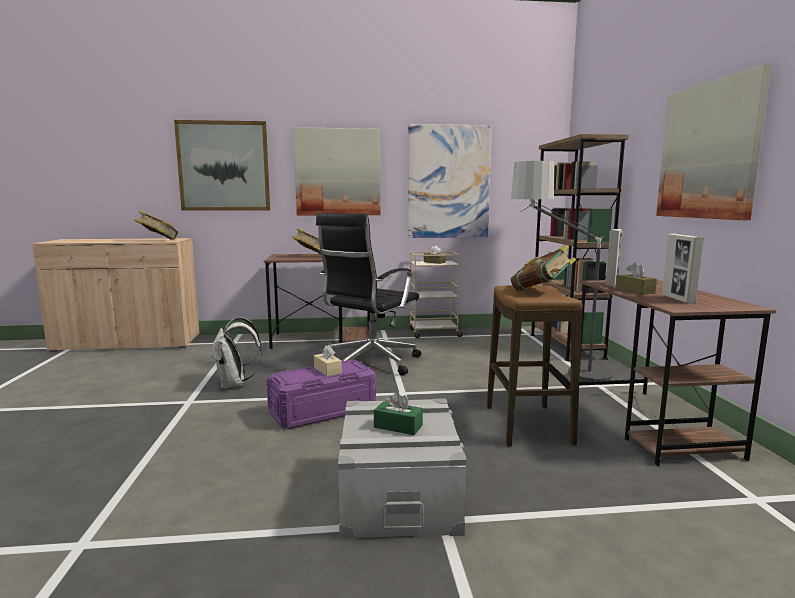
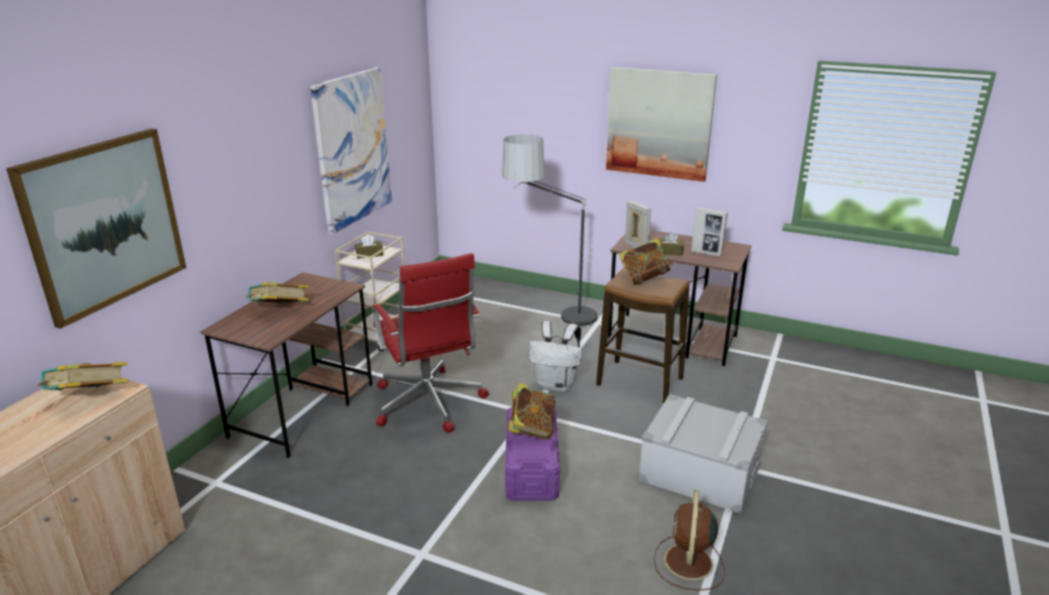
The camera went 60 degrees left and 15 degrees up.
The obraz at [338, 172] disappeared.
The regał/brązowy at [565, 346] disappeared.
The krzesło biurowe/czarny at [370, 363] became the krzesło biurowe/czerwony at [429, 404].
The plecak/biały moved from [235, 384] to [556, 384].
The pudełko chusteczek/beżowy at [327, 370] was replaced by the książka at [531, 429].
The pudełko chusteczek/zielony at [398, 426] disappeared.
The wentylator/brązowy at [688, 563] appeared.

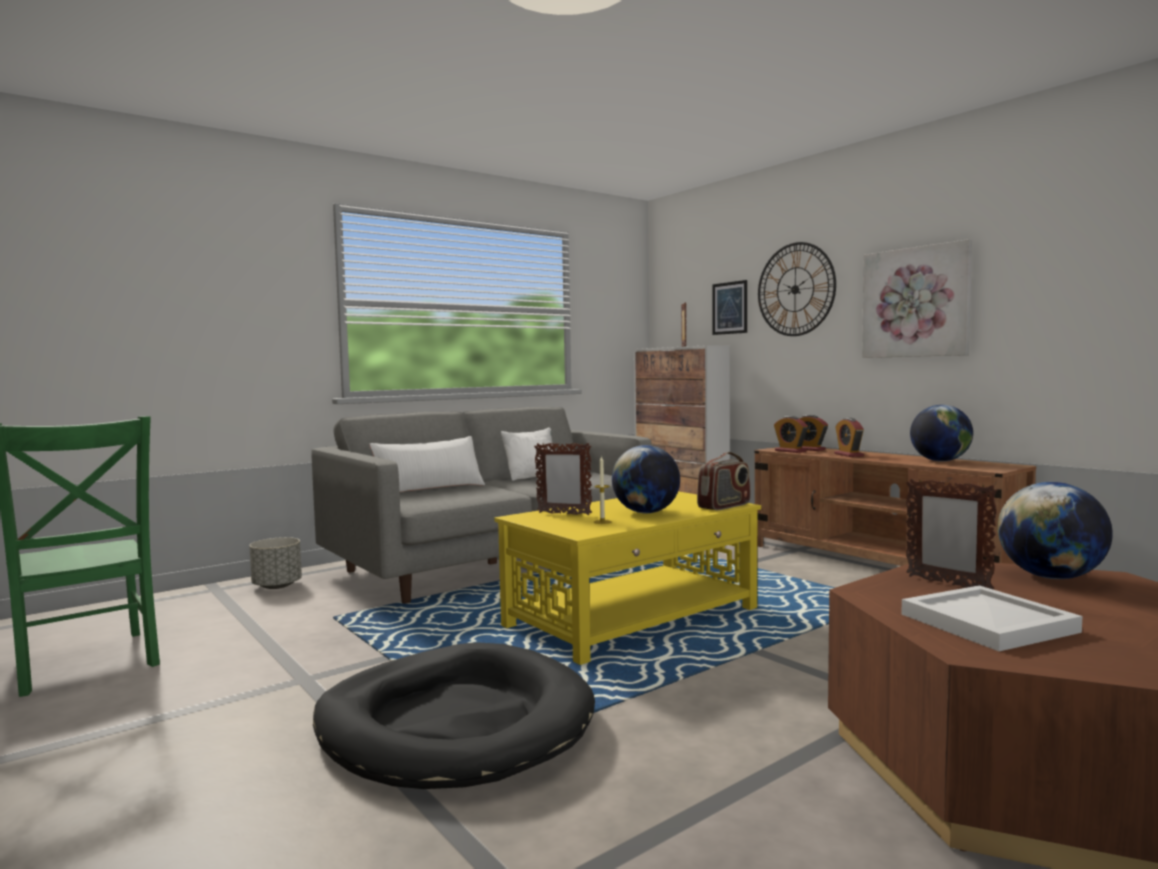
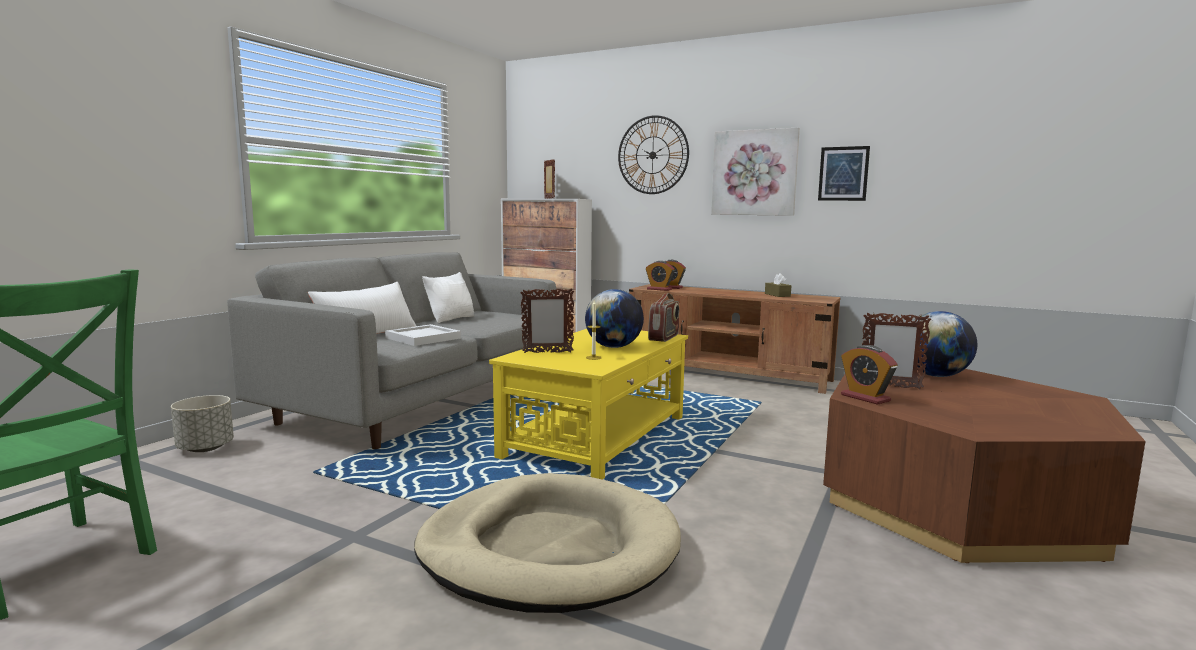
The camera went 25 degrees left and 5 degrees up.
The obraz moved from [729, 308] to [843, 173].
The globus at [940, 461] was replaced by the pudełko chusteczek/brązowy at [777, 295].
The budzik moved from [848, 455] to [865, 398].
The taca/biały moved from [988, 624] to [423, 338].
The legowisko/czarny at [454, 724] became the legowisko/beżowy at [549, 549].

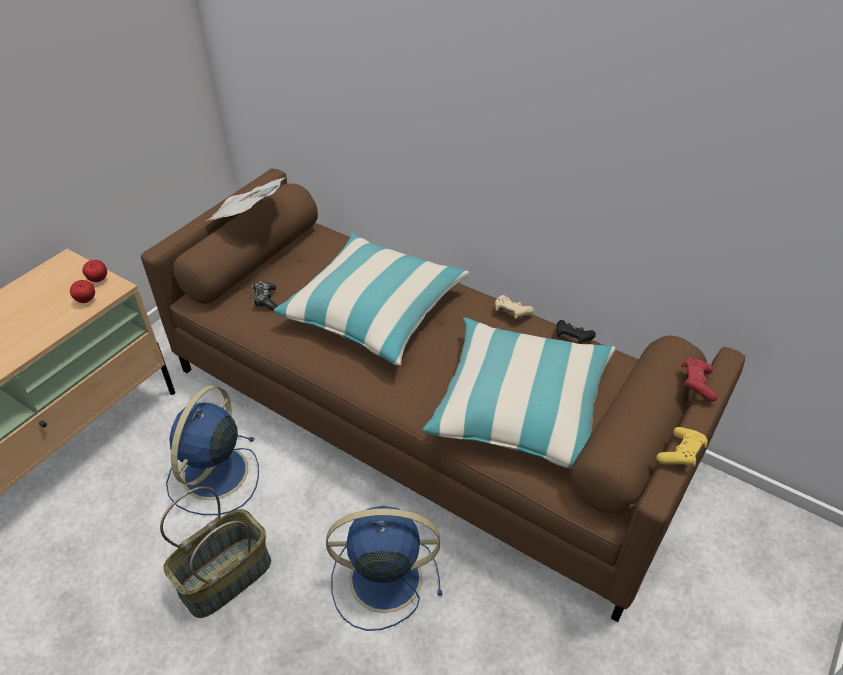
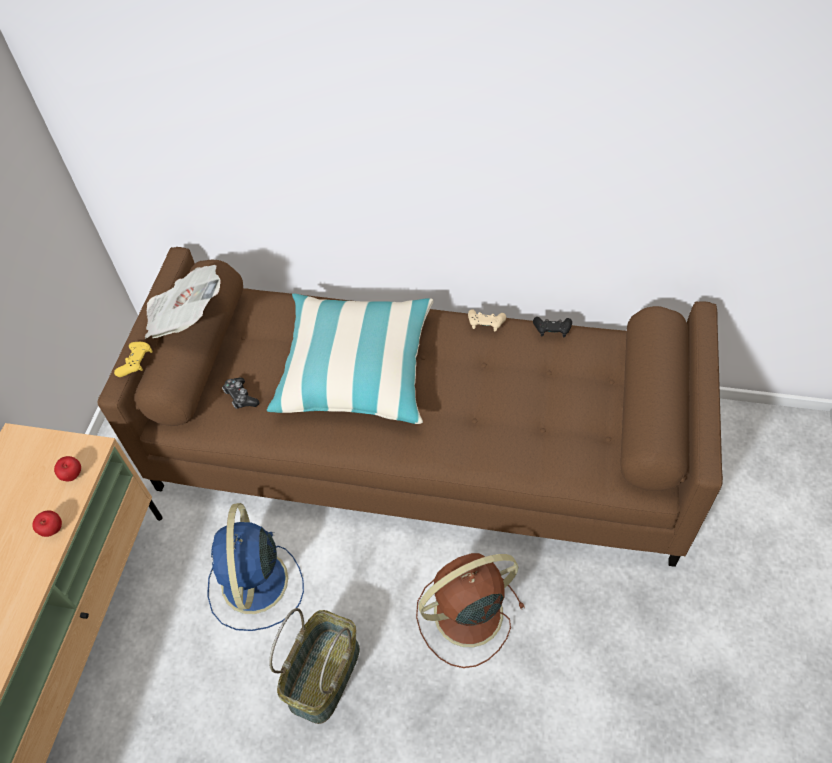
The camera went 20 degrees left and 10 degrees up.
The jabłko moved from [98, 280] to [53, 530].
The poduszka at [521, 407] disappeared.
The pad do gier/czerwony at [696, 384] disappeared.
The pad do gier/żółty moved from [680, 454] to [136, 364].
The wentylator/niebieski at [382, 578] became the wentylator/brązowy at [465, 614].

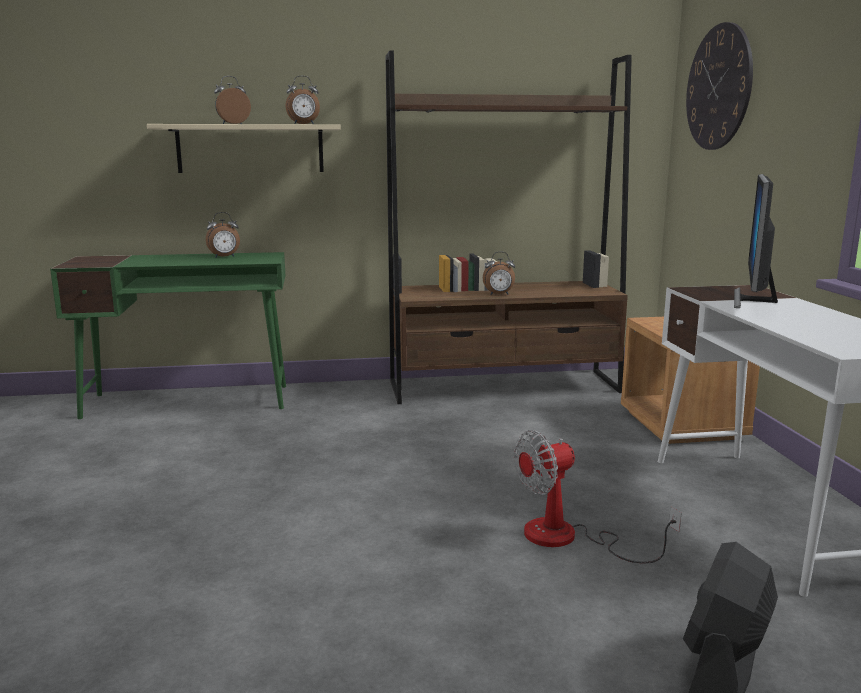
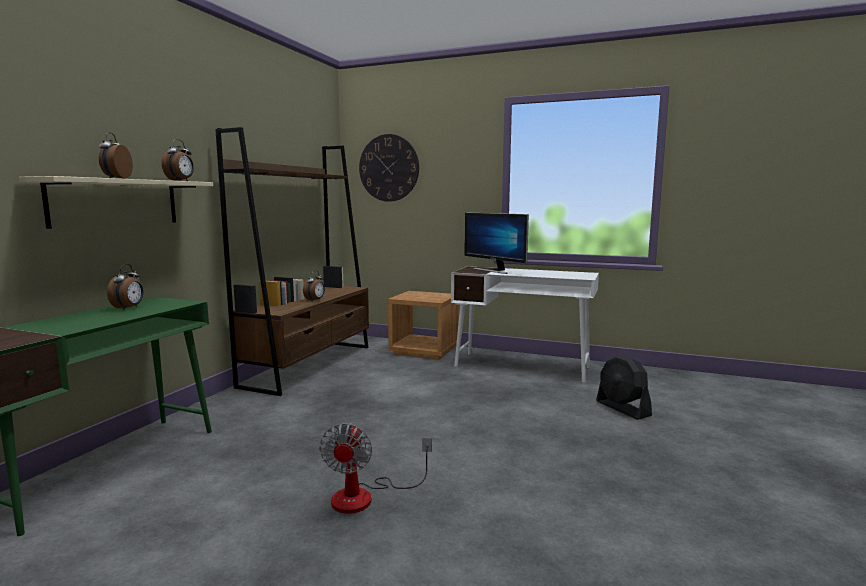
The camera went 60 degrees left and 5 degrees down.
The wentylator moved from [568, 538] to [365, 496].

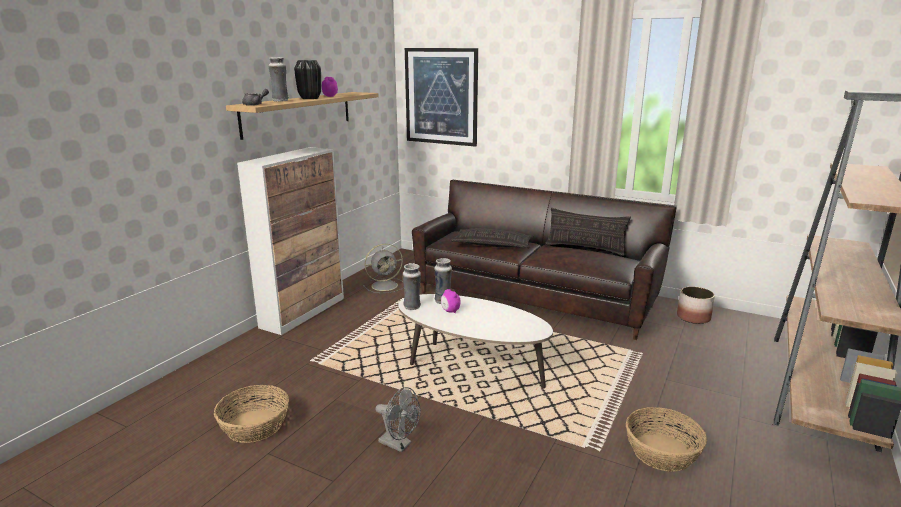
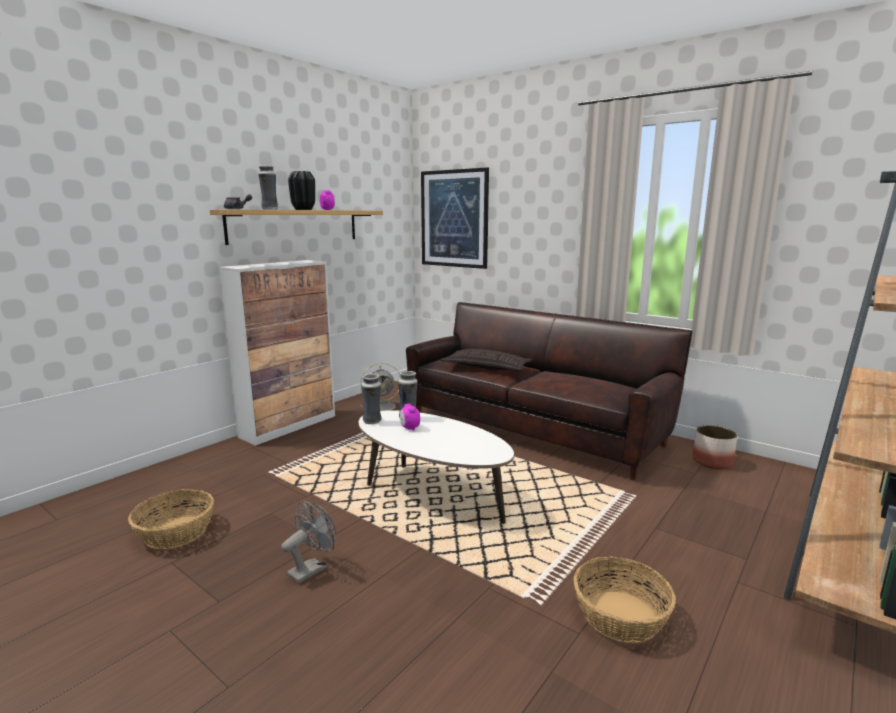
The camera went 10 degrees right and 5 degrees down.
The poduszka at [585, 248] disappeared.
The wentylator/szary at [399, 444] turned 90 degrees counterclockwise.

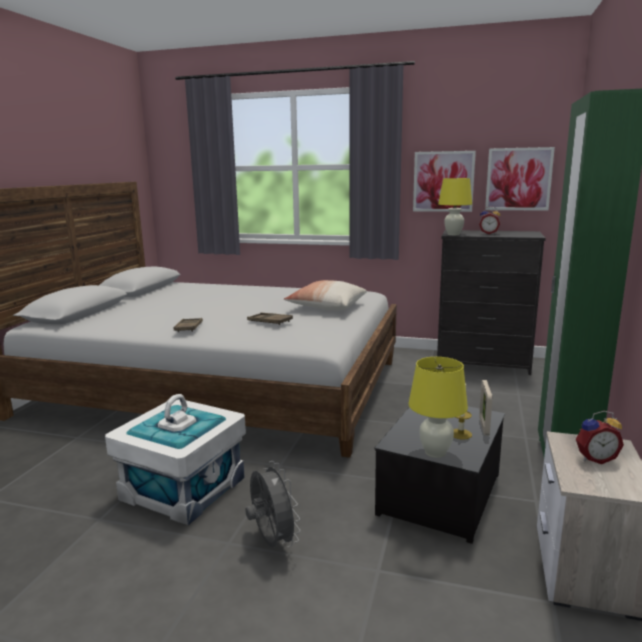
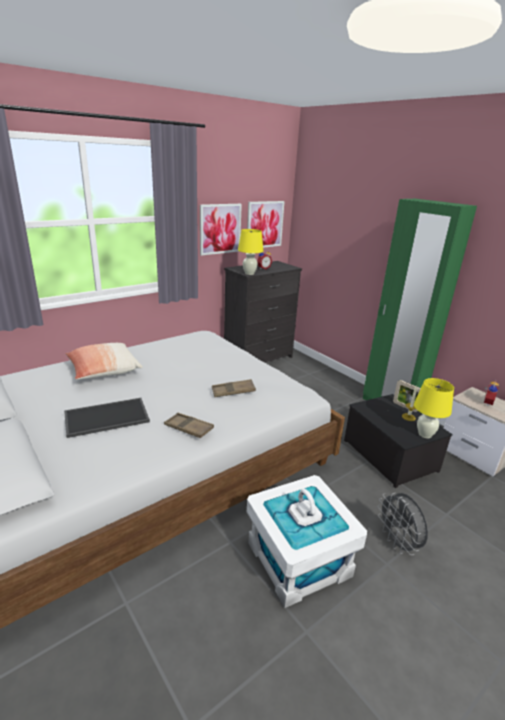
The camera went 55 degrees left and 10 degrees up.
The poduszka moved from [326, 307] to [104, 371].
The wentylator/szary at [272, 542] turned 120 degrees counterclockwise.
The taca at [106, 418] appeared.

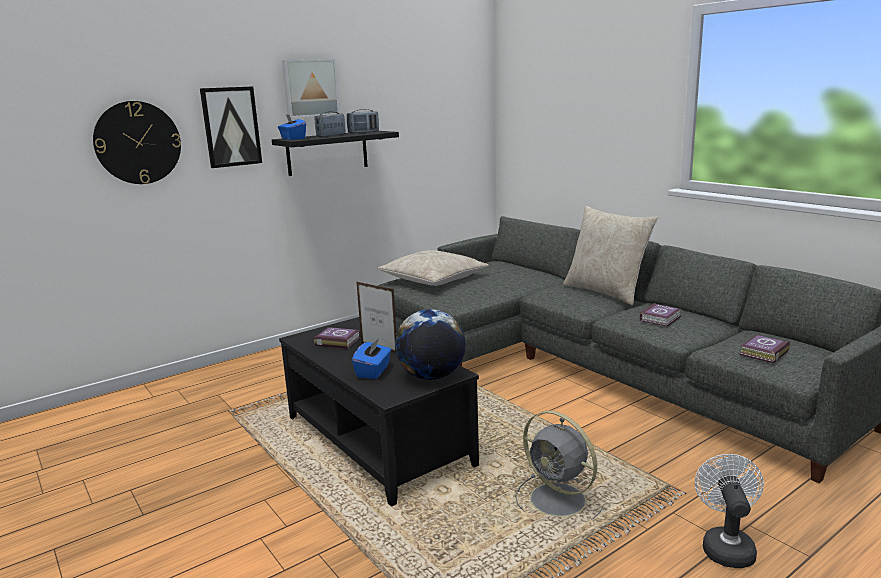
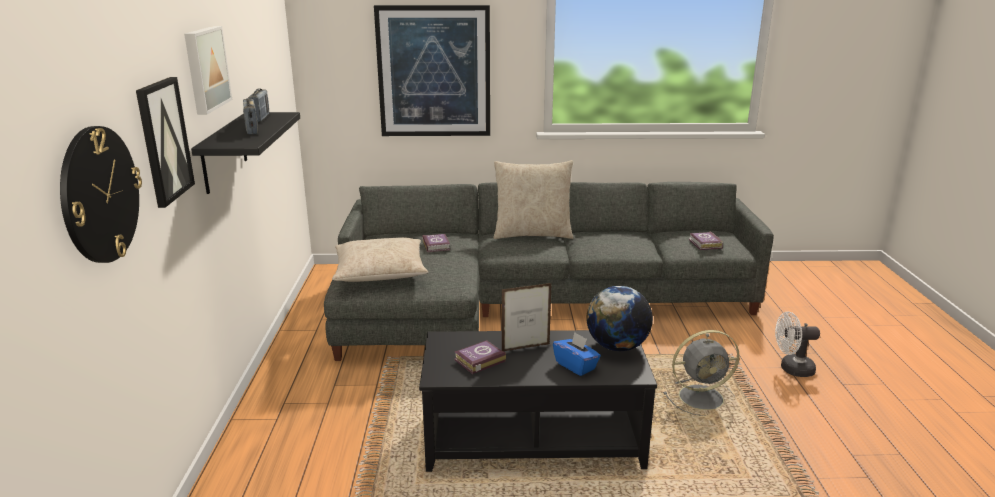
The camera went 55 degrees left and 5 degrees up.
The pudełko chusteczek/niebieski at [293, 139] disappeared.
The książka moved from [661, 318] to [436, 245].
The wentylator/biały at [726, 546] turned 45 degrees counterclockwise.
The obraz at [434, 72] appeared.

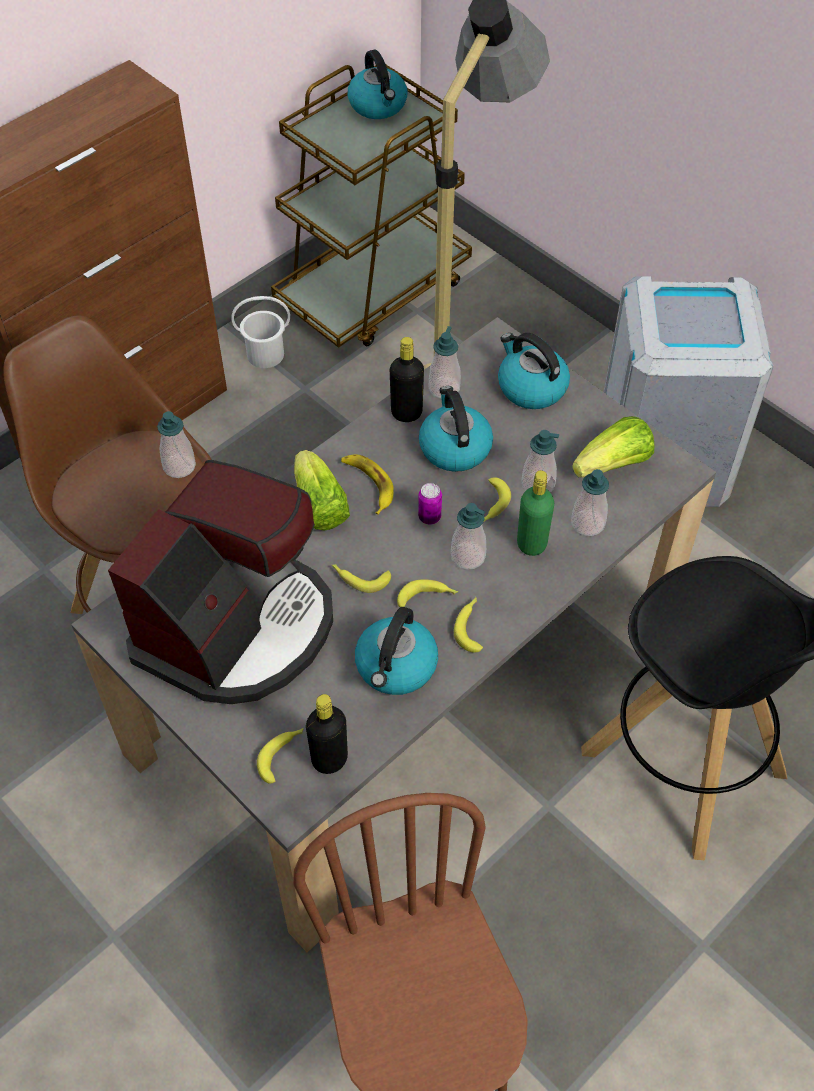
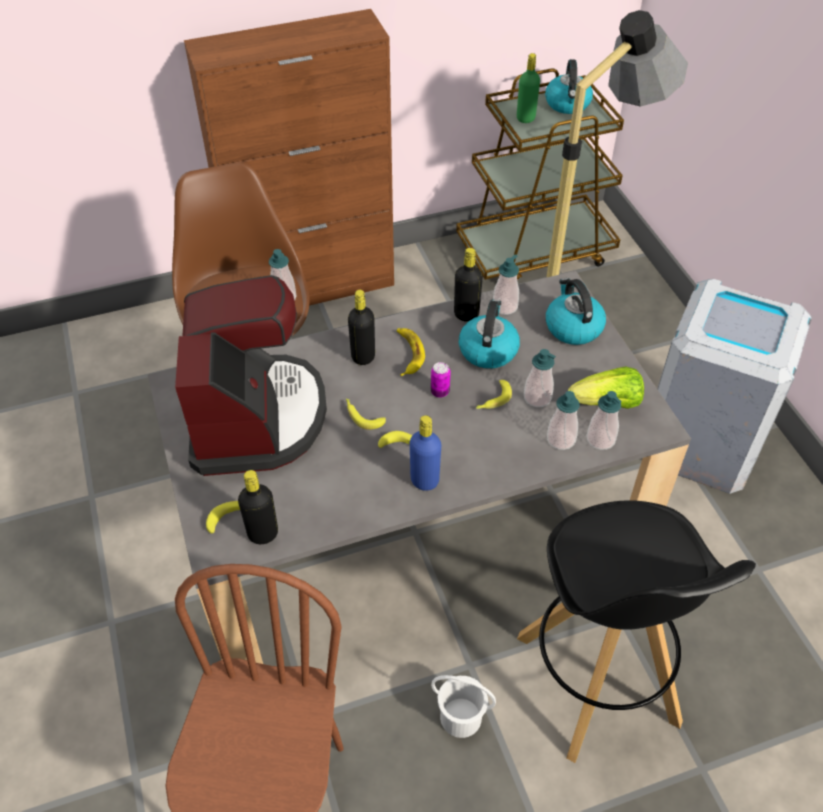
The camera went 25 degrees right and 5 degrees down.
The wiadro/biały moved from [266, 355] to [461, 718].
The sałata at [319, 506] was replaced by the butelka/czarny at [363, 356].
The ekspres do kawy at [238, 627] turned 60 degrees counterclockwise.
The butelka/zielony moved from [531, 543] to [525, 118].
The dozownik mydła moved from [468, 556] to [600, 439].
The banan at [471, 626] was replaced by the butelka/niebieski at [424, 480].
The czajnik at [396, 667] disappeared.

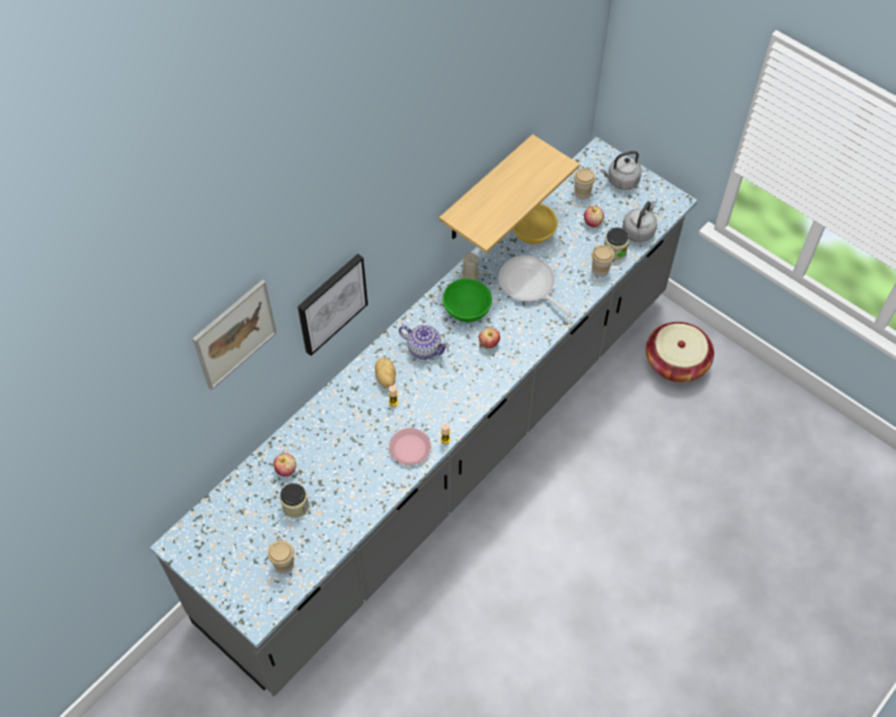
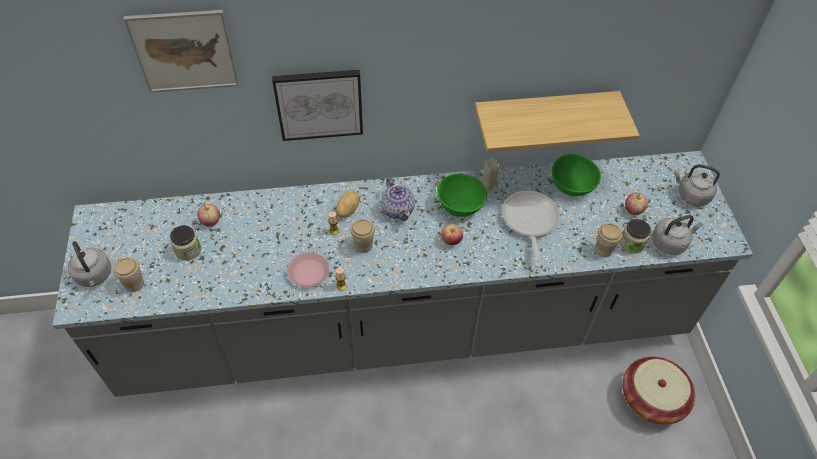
The camera went 40 degrees right and 5 degrees down.
The filiżanka moved from [582, 193] to [363, 245].
The miska/żółty at [531, 233] became the miska/zielony at [571, 185].
The czajnik/szary at [94, 276] appeared.

